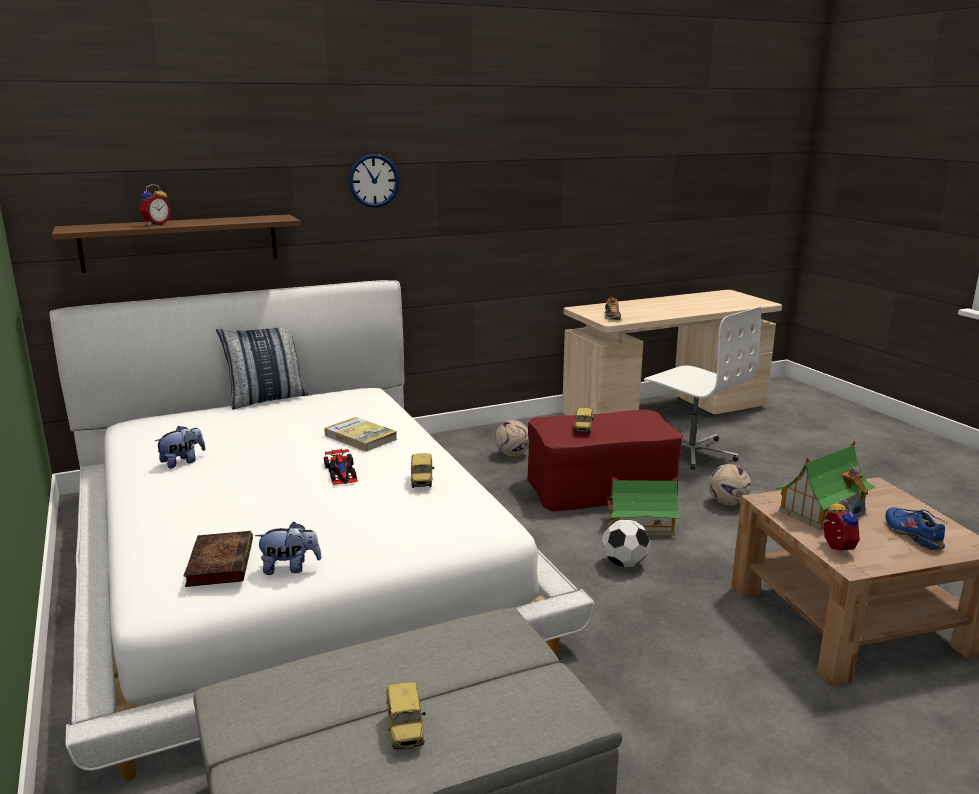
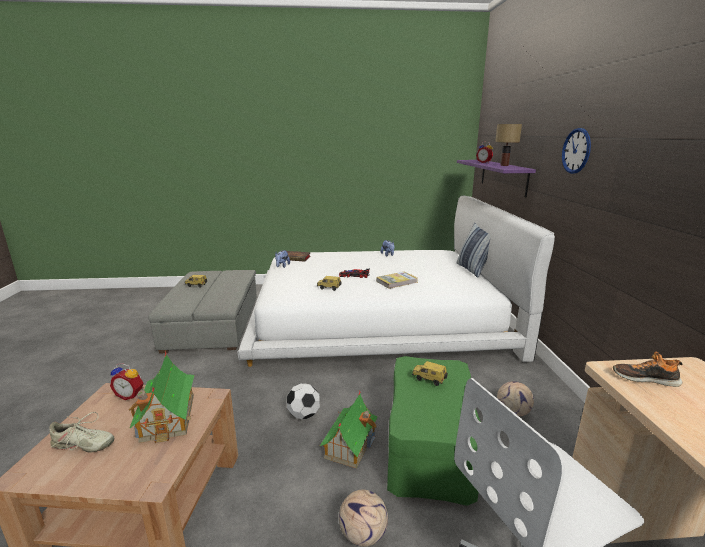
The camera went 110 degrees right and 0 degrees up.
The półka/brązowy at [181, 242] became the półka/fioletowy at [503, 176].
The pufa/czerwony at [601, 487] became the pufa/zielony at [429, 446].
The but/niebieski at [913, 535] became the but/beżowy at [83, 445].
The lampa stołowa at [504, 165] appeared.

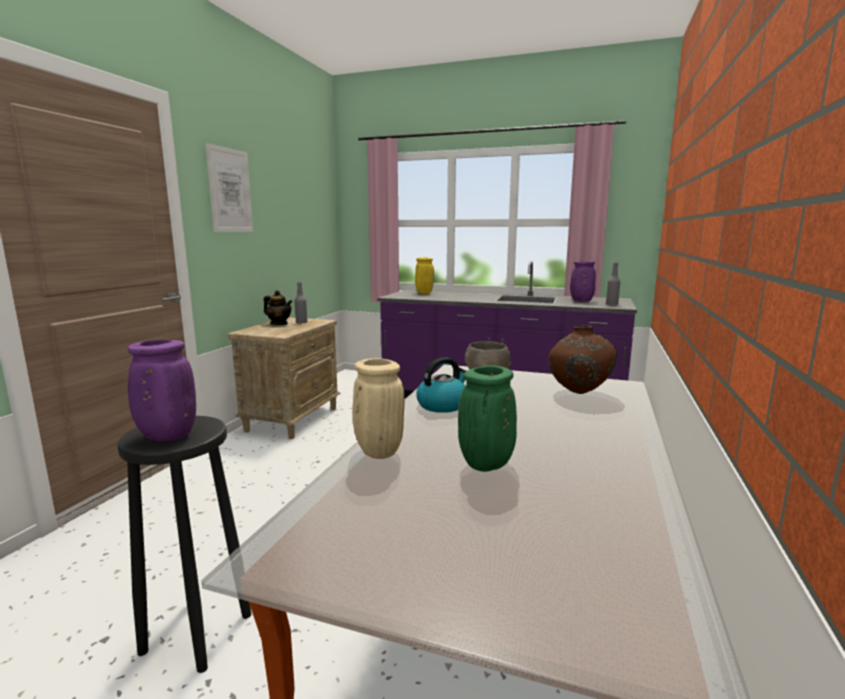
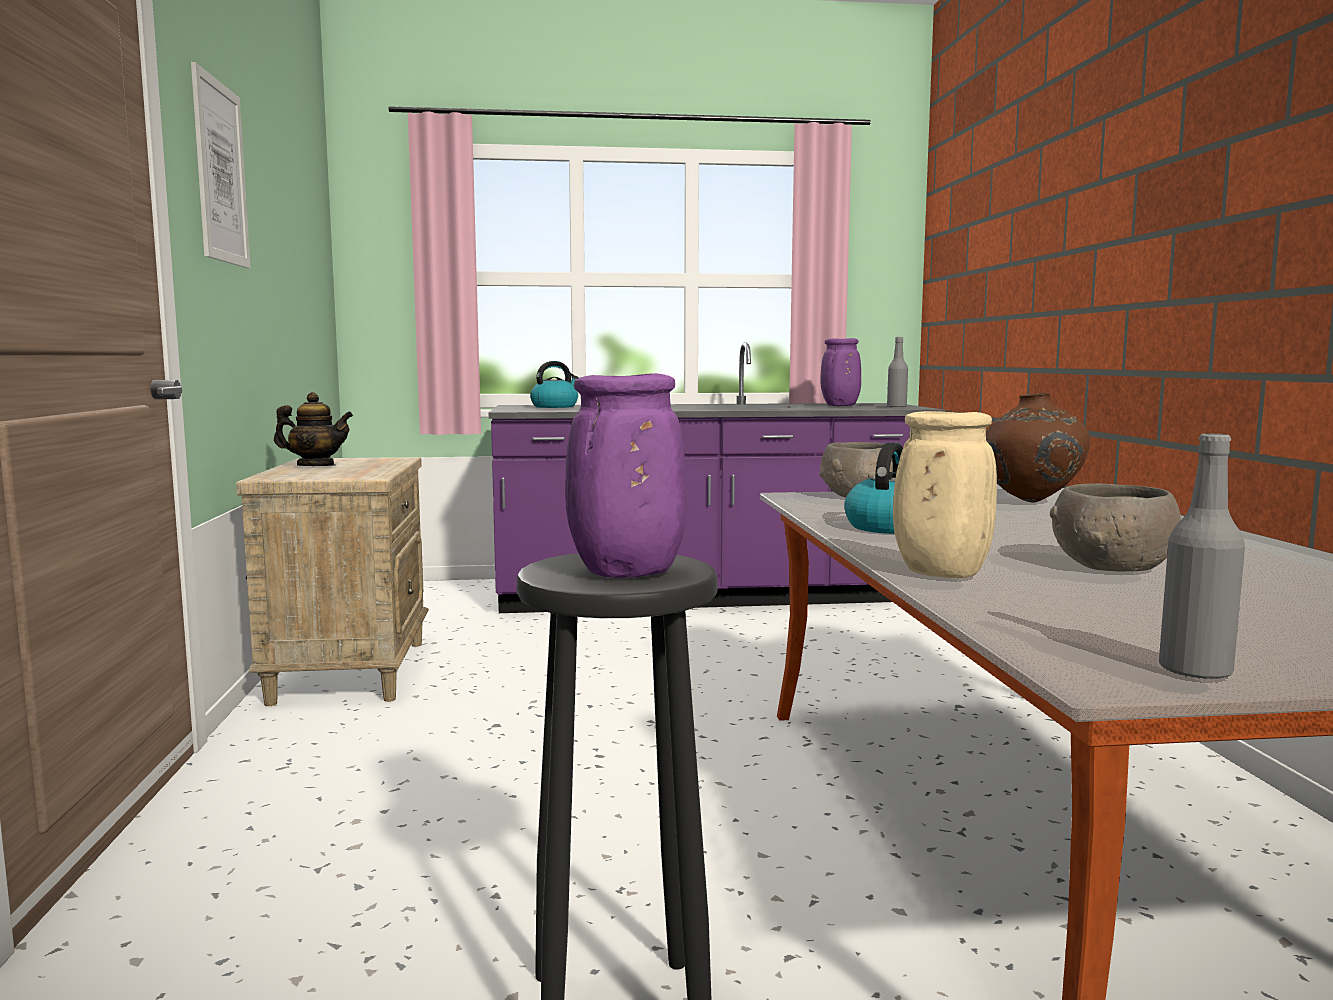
The camera went 25 degrees left and 5 degrees down.
The wazon/żółty at [423, 293] was replaced by the czajnik at [555, 406].
The butelka/szary moved from [301, 323] to [1195, 671].
The wazon/zielony at [486, 465] was replaced by the miska/szary at [1111, 567].

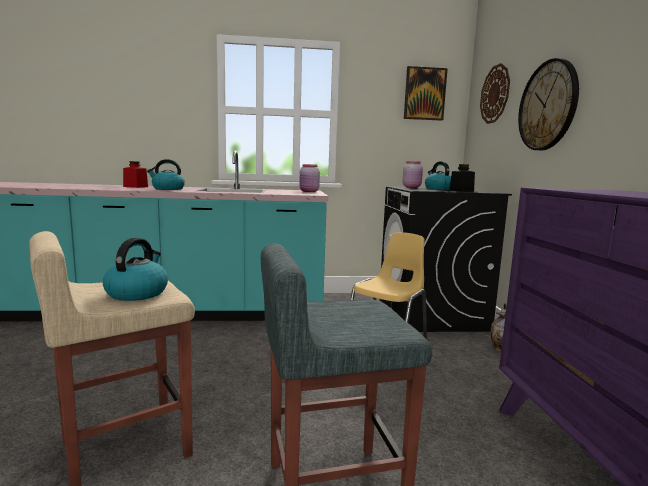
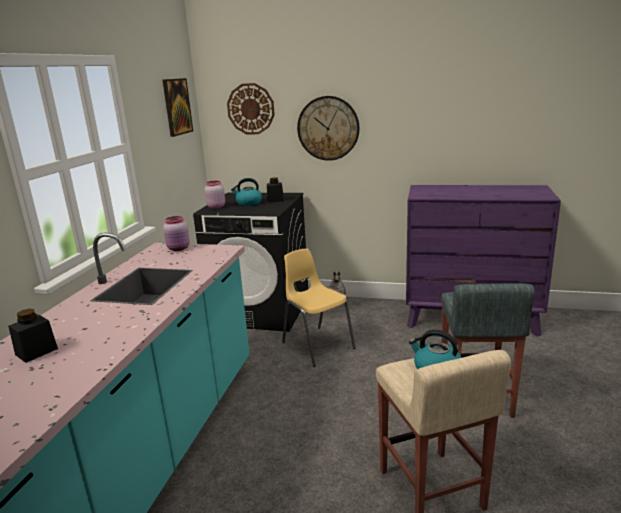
The camera went 70 degrees left and 10 degrees up.
The czajnik at [167, 189] disappeared.
The słoik/czerwony at [135, 187] became the słoik/czarny at [36, 351].

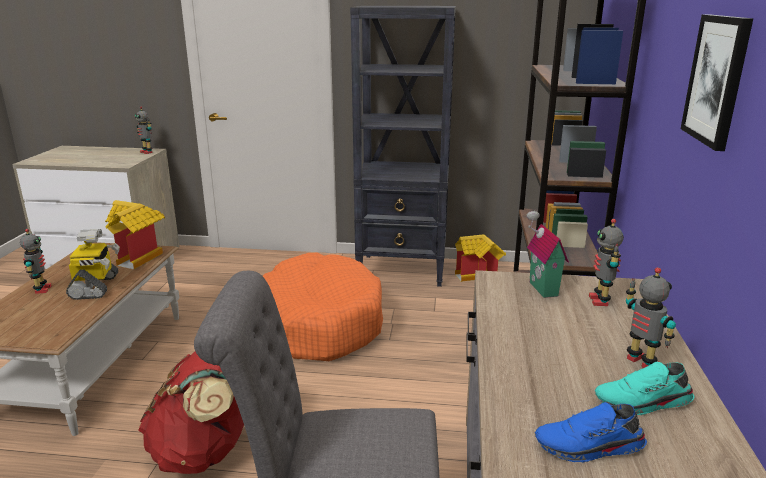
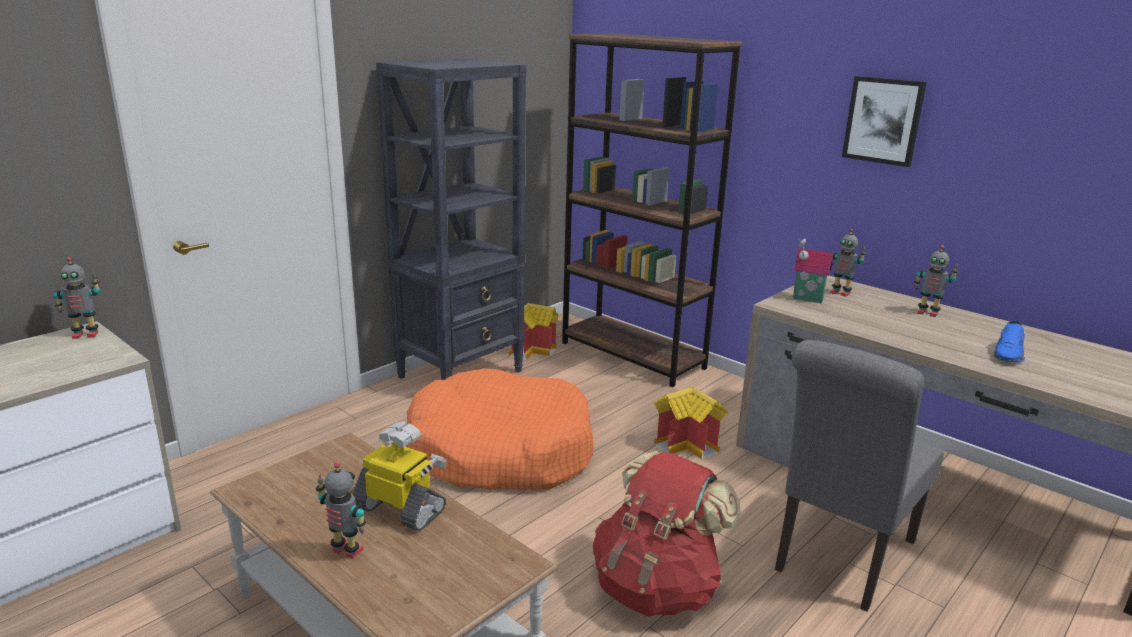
The camera went 55 degrees left and 0 degrees up.
The domek moved from [139, 257] to [688, 445].
The robot zabawkowy at [641, 362] turned 150 degrees counterclockwise.
The but/turkusowy at [643, 403] disappeared.

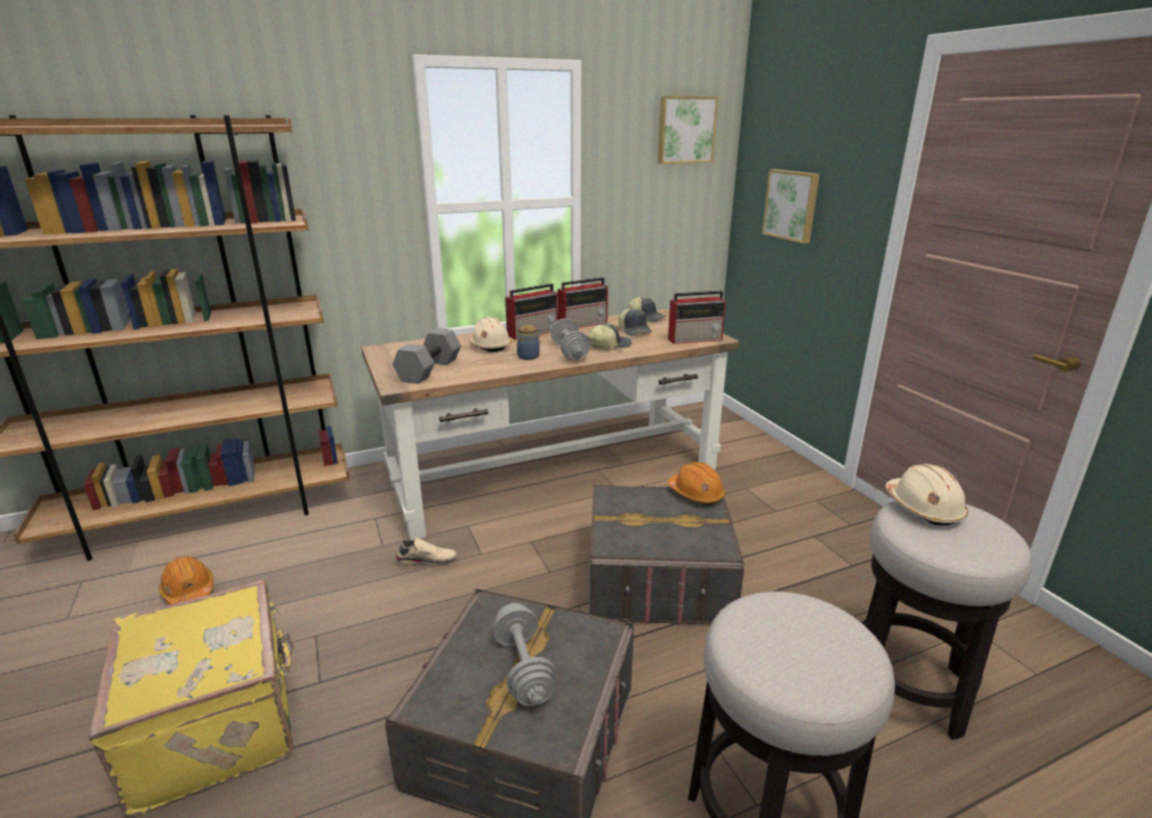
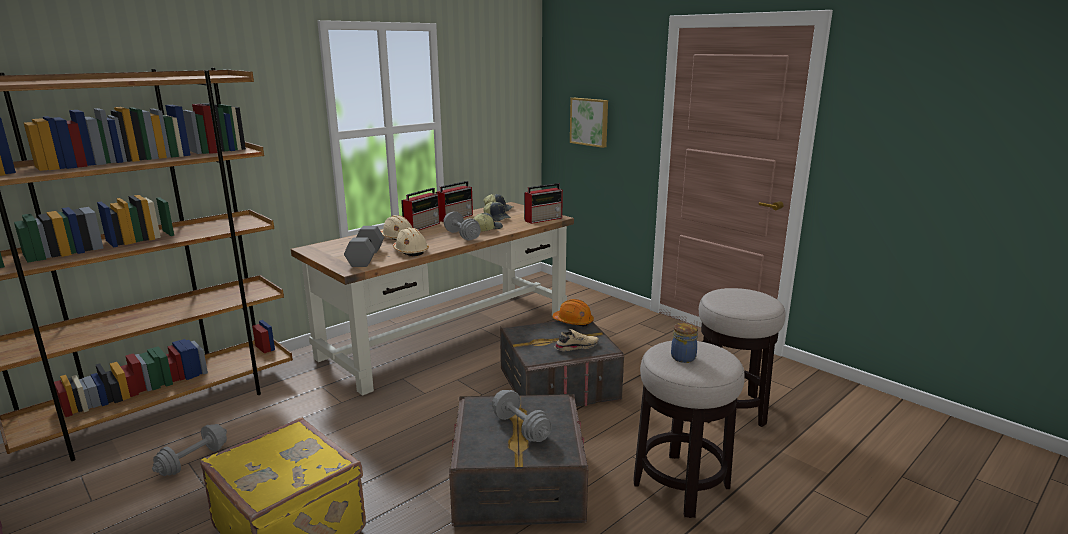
The camera went 20 degrees left and 5 degrees down.
The obraz at [685, 130] disappeared.
The słoik moved from [529, 356] to [683, 357].
The kask/beżowy moved from [923, 508] to [410, 251].
The but/beżowy moved from [427, 560] to [576, 346].
The kask/pomarańczowy at [189, 591] was replaced by the hantel/szary at [193, 461].

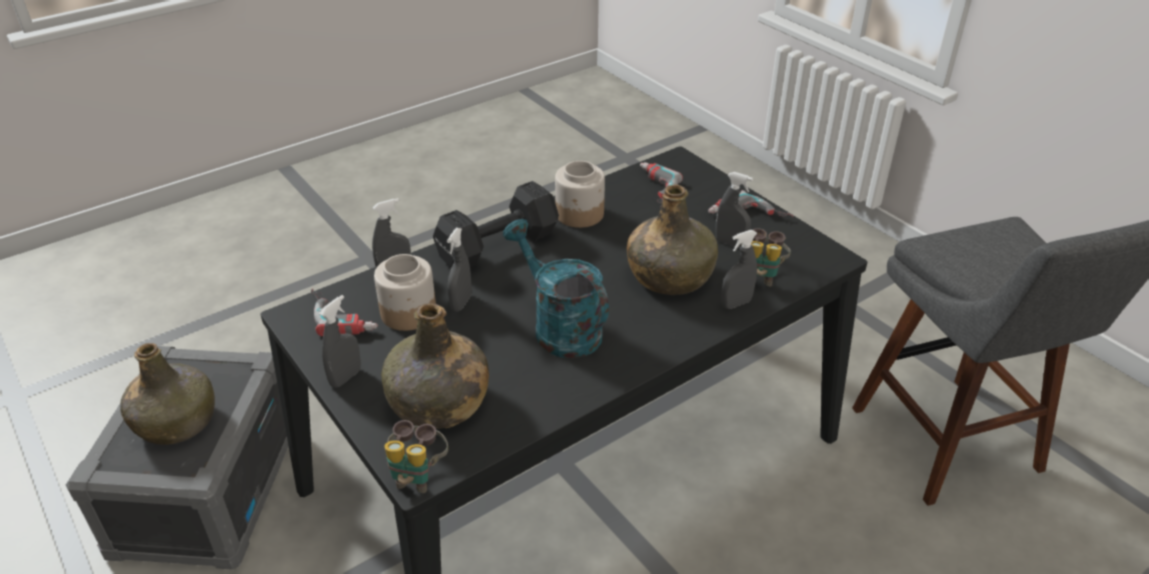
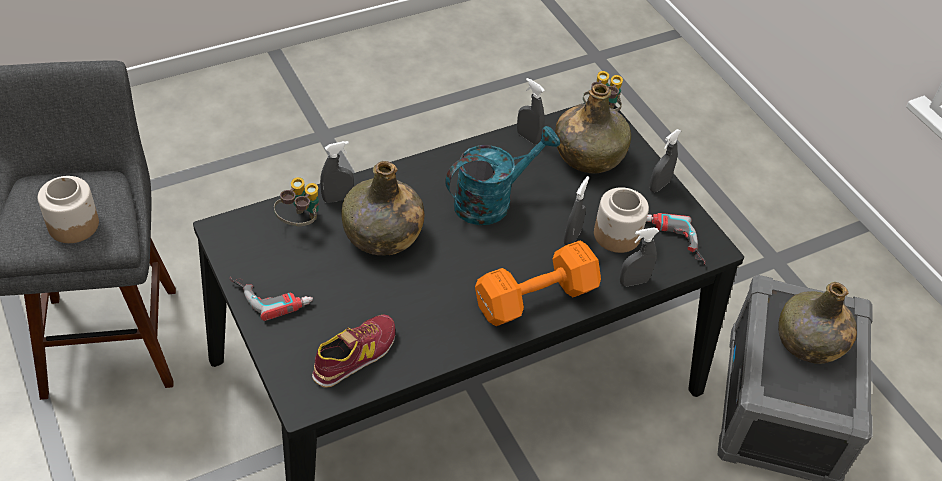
The camera went 175 degrees left and 10 degrees up.
The słoik moved from [580, 214] to [73, 224].
The wiertarka at [651, 189] was replaced by the but at [355, 355].
The spryskiwacz/szary moved from [730, 243] to [528, 137].
The hantel/czarny at [501, 245] became the hantel/pomarańczowy at [532, 298].
The konewka/turkusowy at [559, 327] turned 90 degrees counterclockwise.

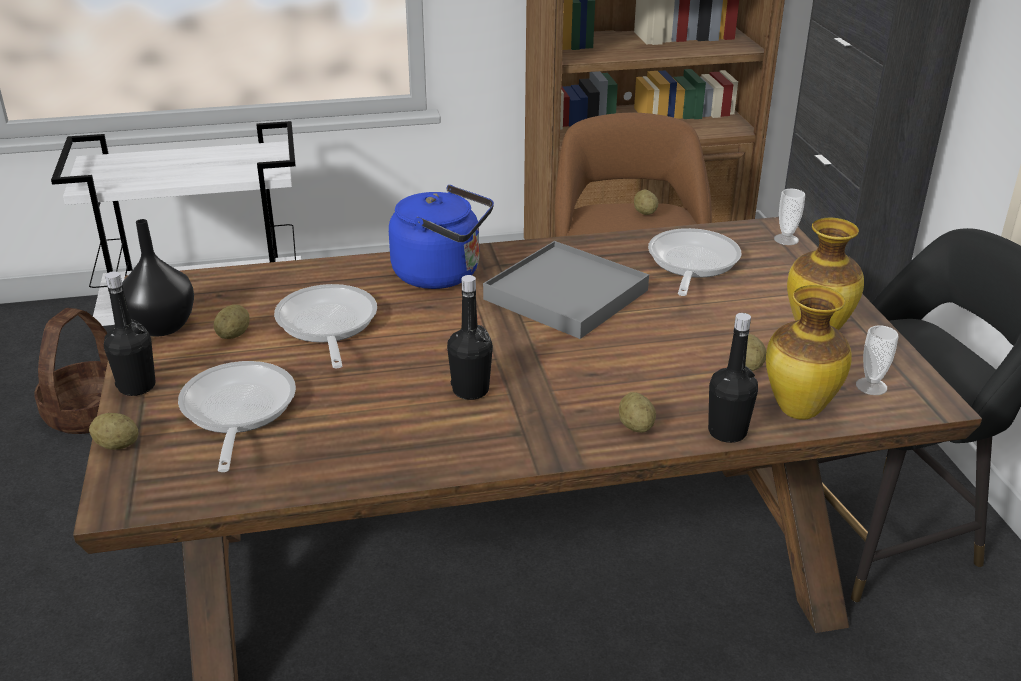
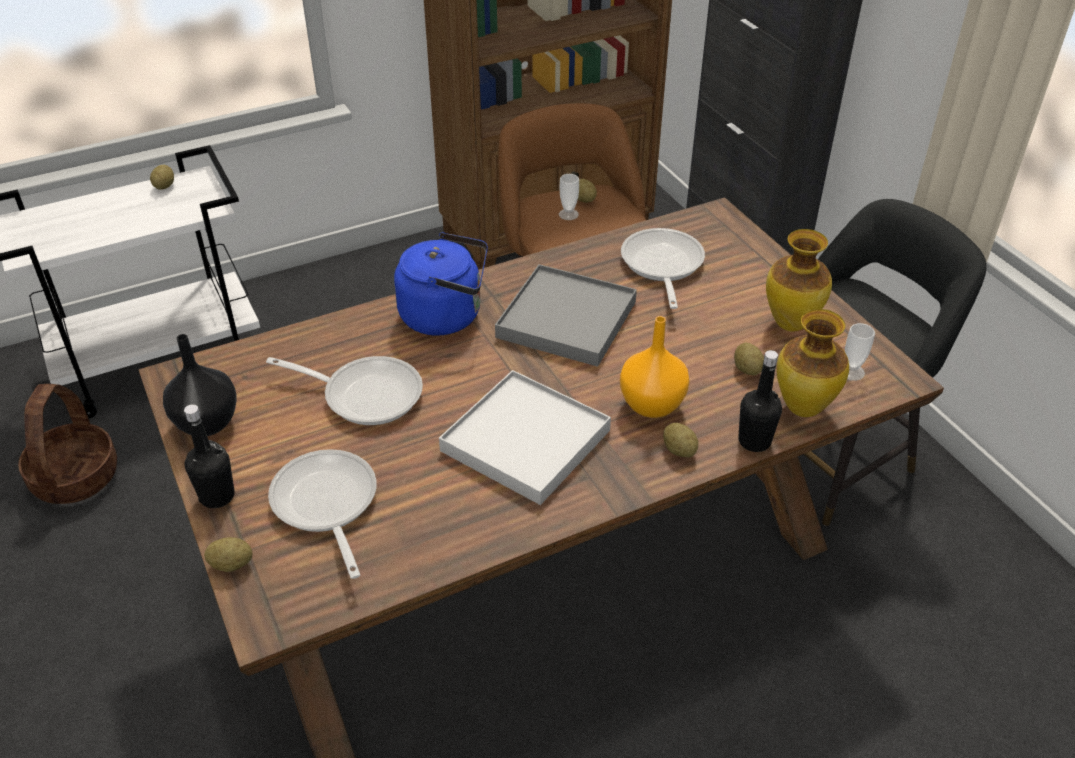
The camera went 15 degrees left and 10 degrees up.
The filiżanka moved from [786, 239] to [568, 214].
The butelka/czarny at [470, 390] was replaced by the taca/biały at [525, 440].
The patelnia at [327, 326] turned 135 degrees clockwise.
The ziemniak moved from [233, 335] to [164, 186].
The wazon/pomarańczowy at [653, 405] appeared.

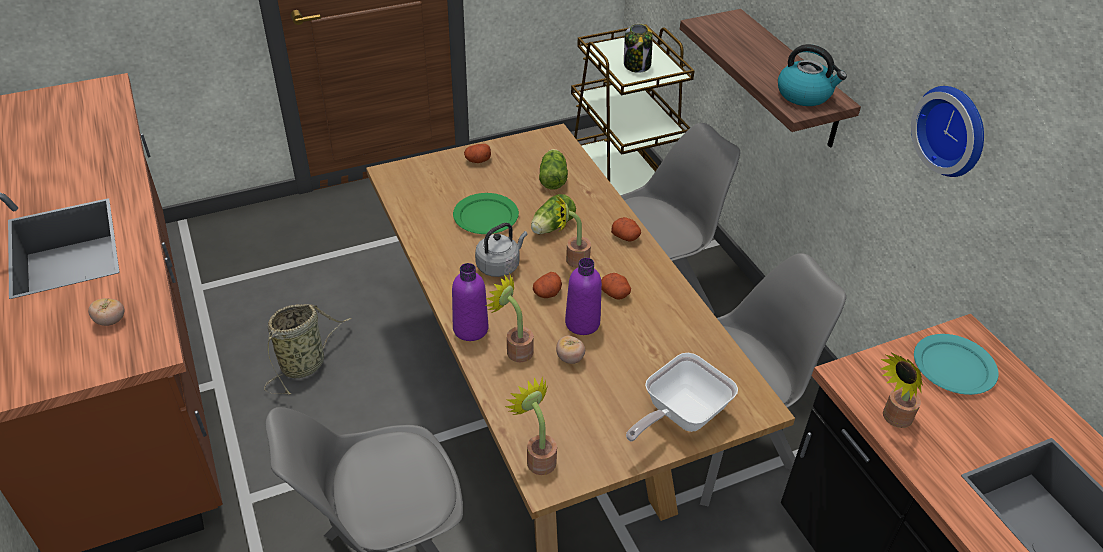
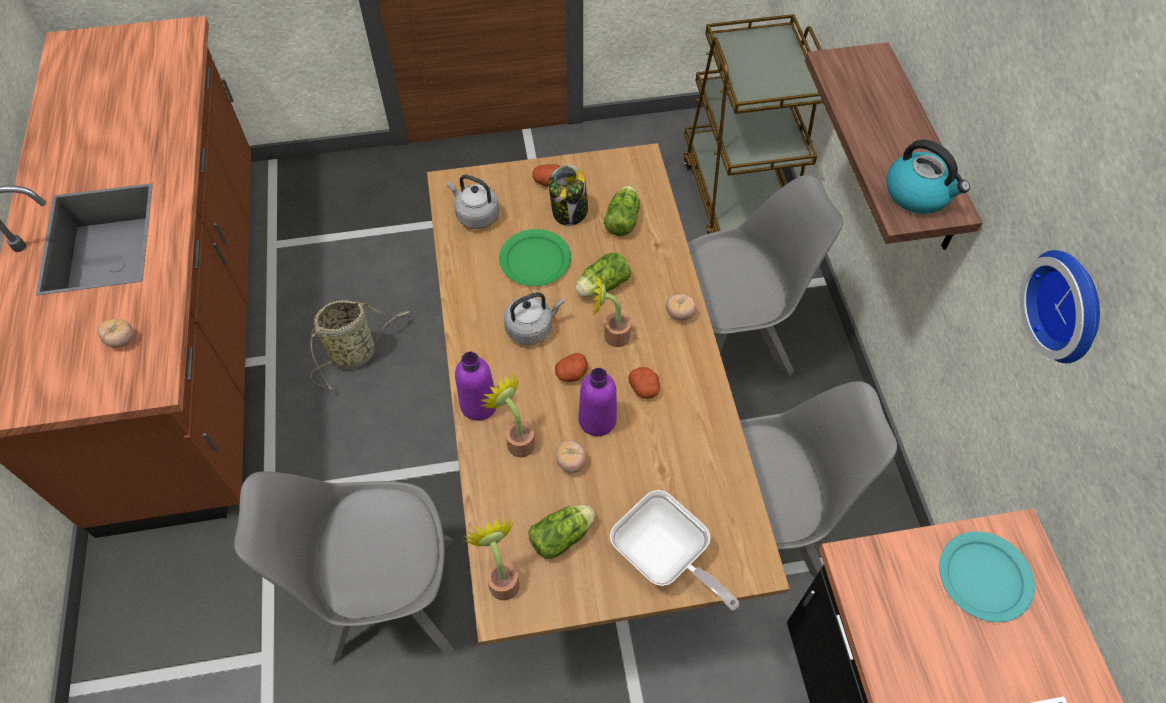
The camera went 15 degrees right and 15 degrees up.
The słoik moved from [637, 65] to [569, 211].
The ziemniak at [626, 237] was replaced by the pomidor at [679, 314].
The roślina doniczkowa at [893, 419] disappeared.
The patelnia at [679, 415] turned 105 degrees counterclockwise.
The czajnik/szary at [475, 215] appeared.
The sałata at [564, 535] appeared.

